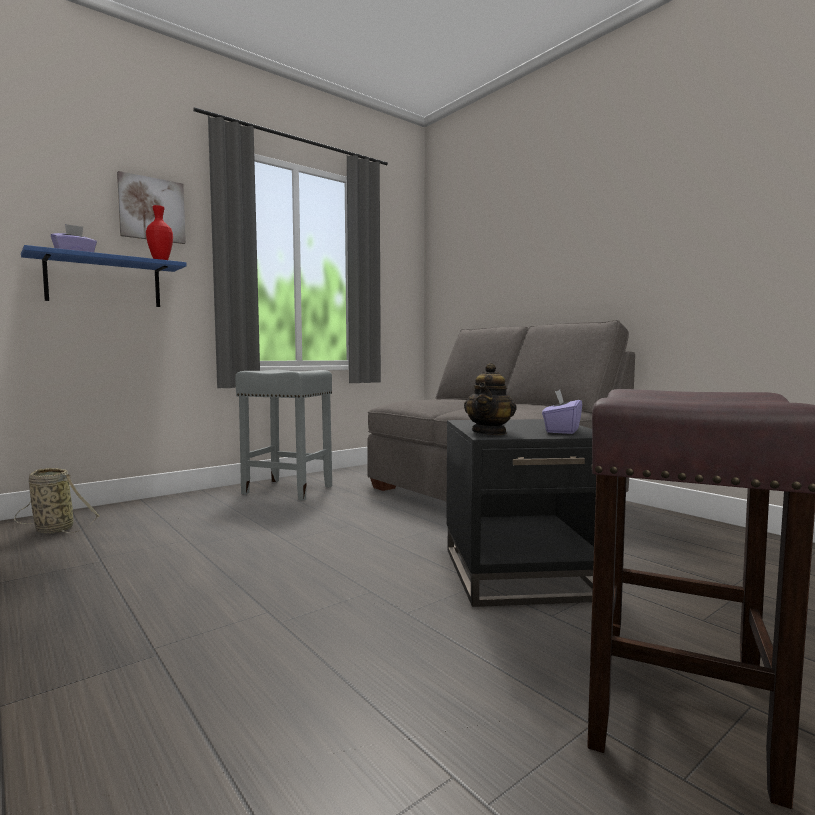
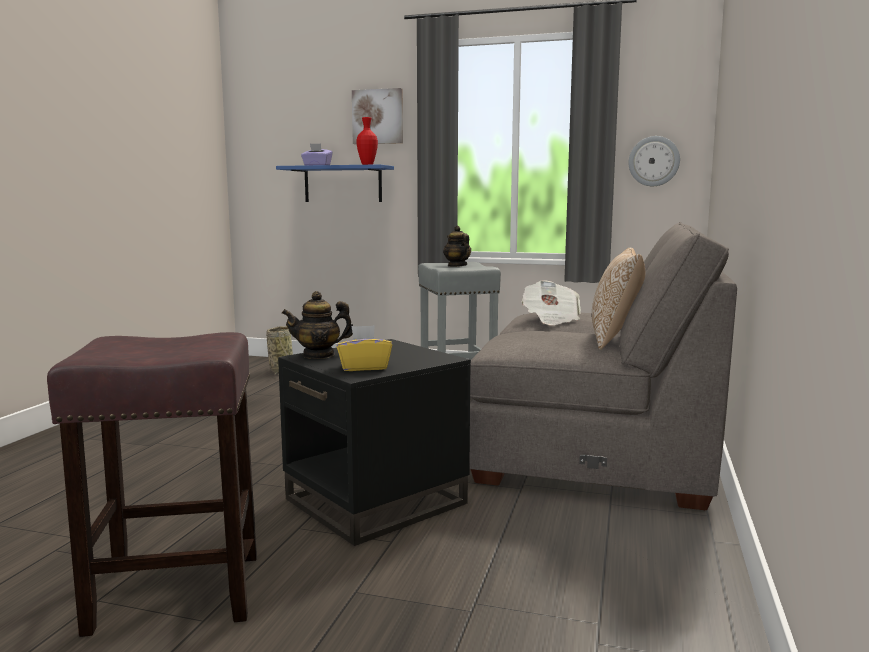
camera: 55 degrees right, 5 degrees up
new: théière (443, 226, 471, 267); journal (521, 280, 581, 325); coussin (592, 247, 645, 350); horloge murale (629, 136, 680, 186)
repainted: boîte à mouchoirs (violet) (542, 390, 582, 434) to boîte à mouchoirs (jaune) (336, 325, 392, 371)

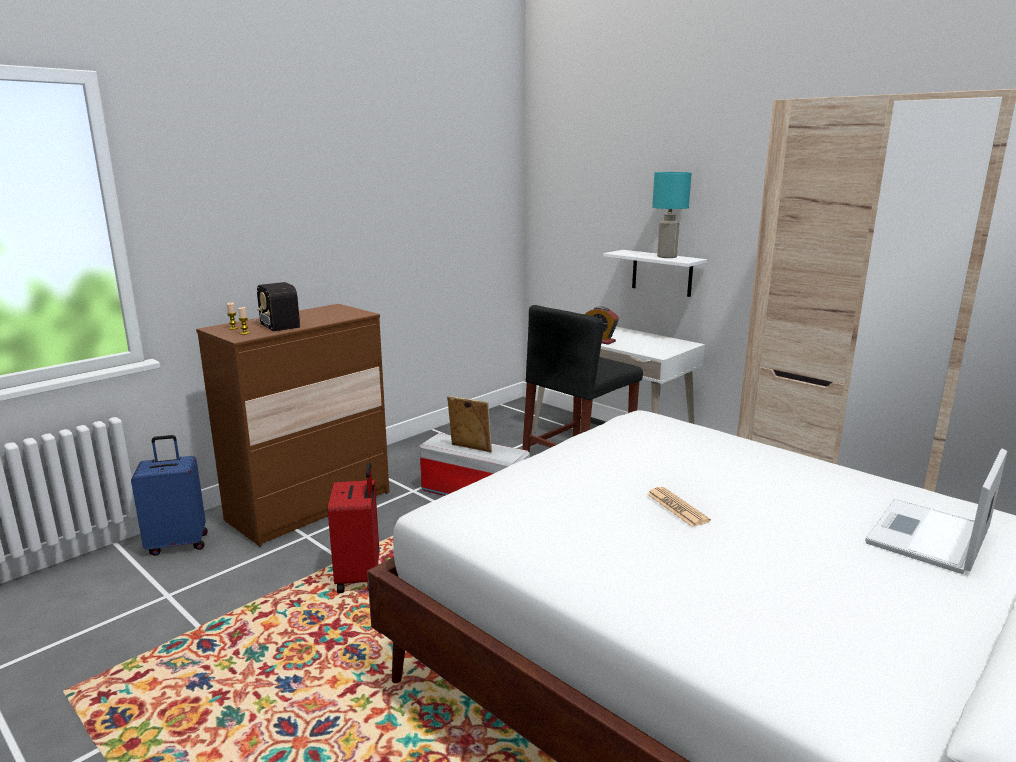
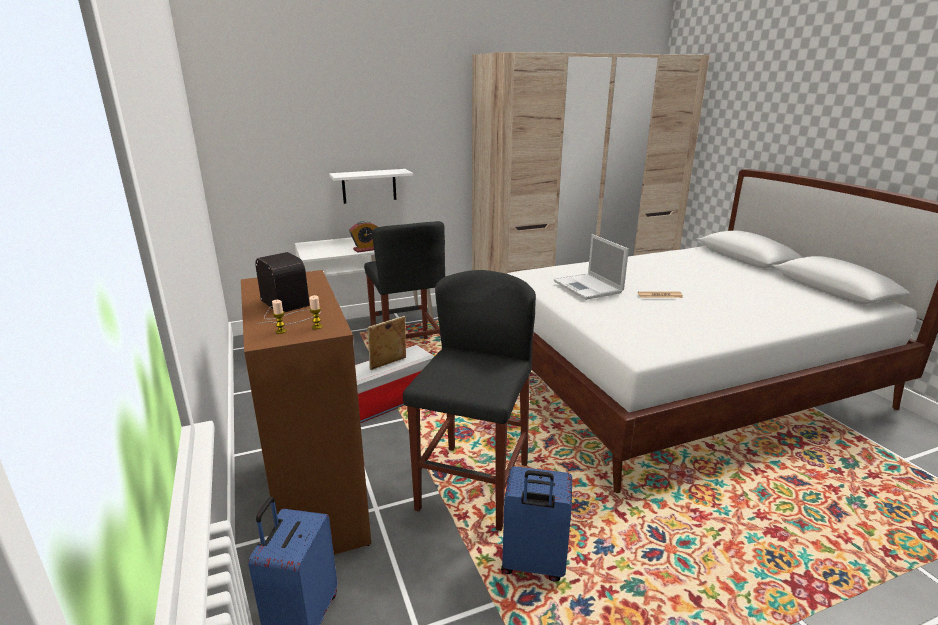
camera: 65 degrees left, 5 degrees up
gone: lampe de table (turquoise) (652, 172, 692, 258)
new: valise (bleu) (501, 466, 572, 582)
shifted: ordinateur portable (865, 449, 1007, 574) to (554, 234, 629, 300)
swapped: valise (rouge) (328, 462, 379, 593) to tabouret (noir) (403, 270, 536, 531)
rotated: radio (255, 282, 302, 331) = (255, 252, 321, 325) 120 degrees counterclockwise

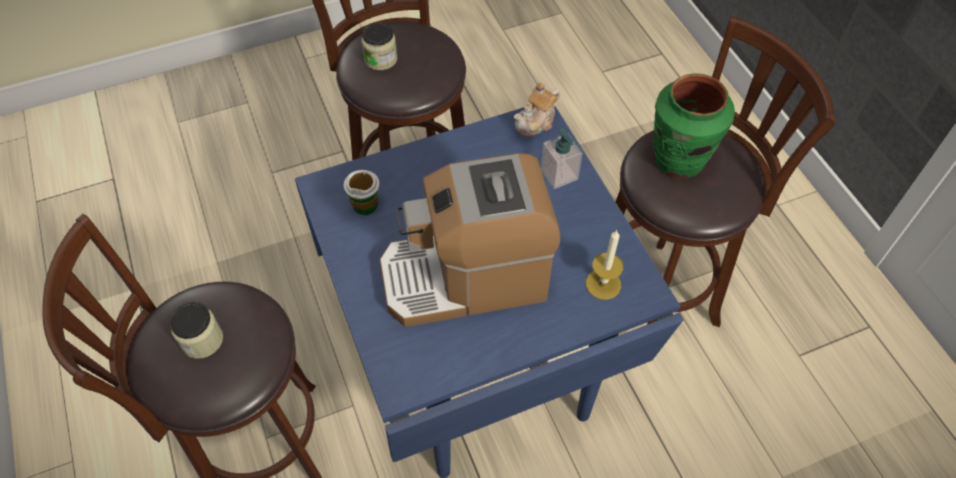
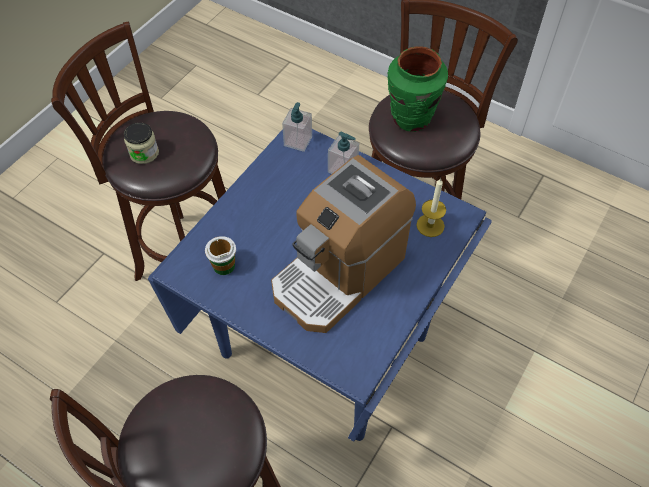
camera: 35 degrees left, 0 degrees up
gone: bocal (170, 302, 223, 359)
swapped: théière (514, 83, 560, 137) to distributeur de savon (282, 102, 312, 152)

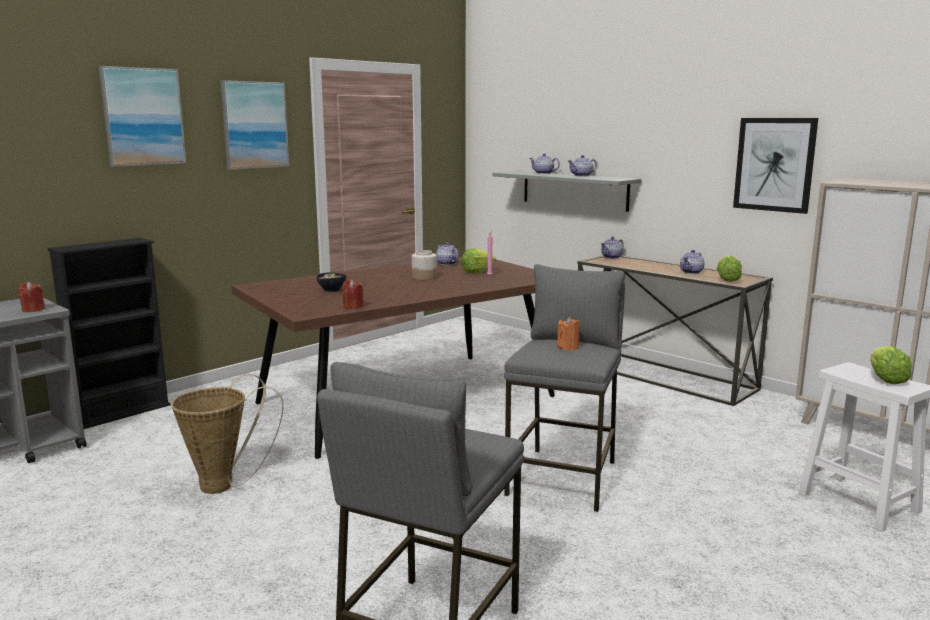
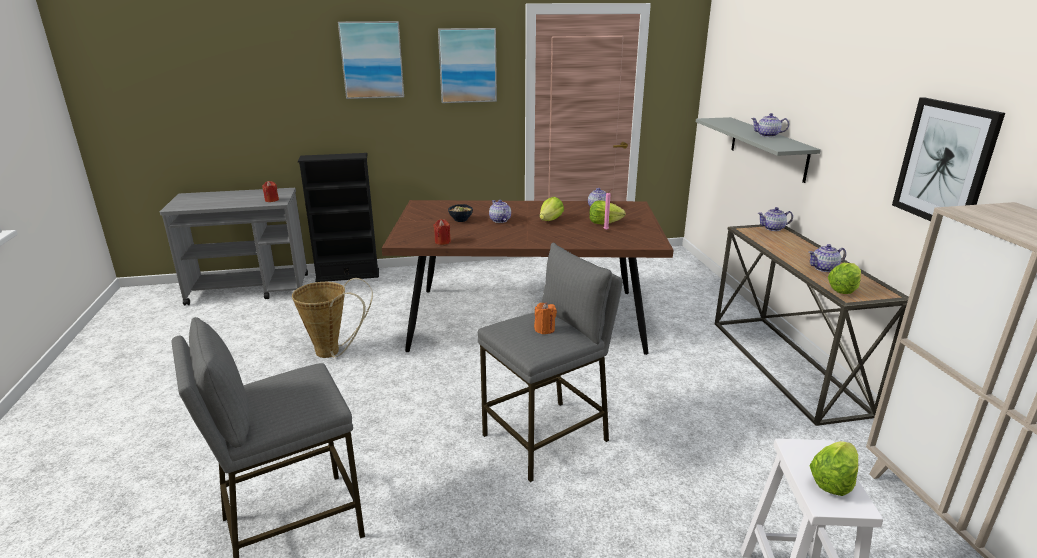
camera: 35 degrees right, 10 degrees up
shifted: théière (529, 154, 560, 174) to (489, 200, 511, 223)
swapped: bocal (412, 250, 437, 280) to laitue (540, 197, 564, 221)

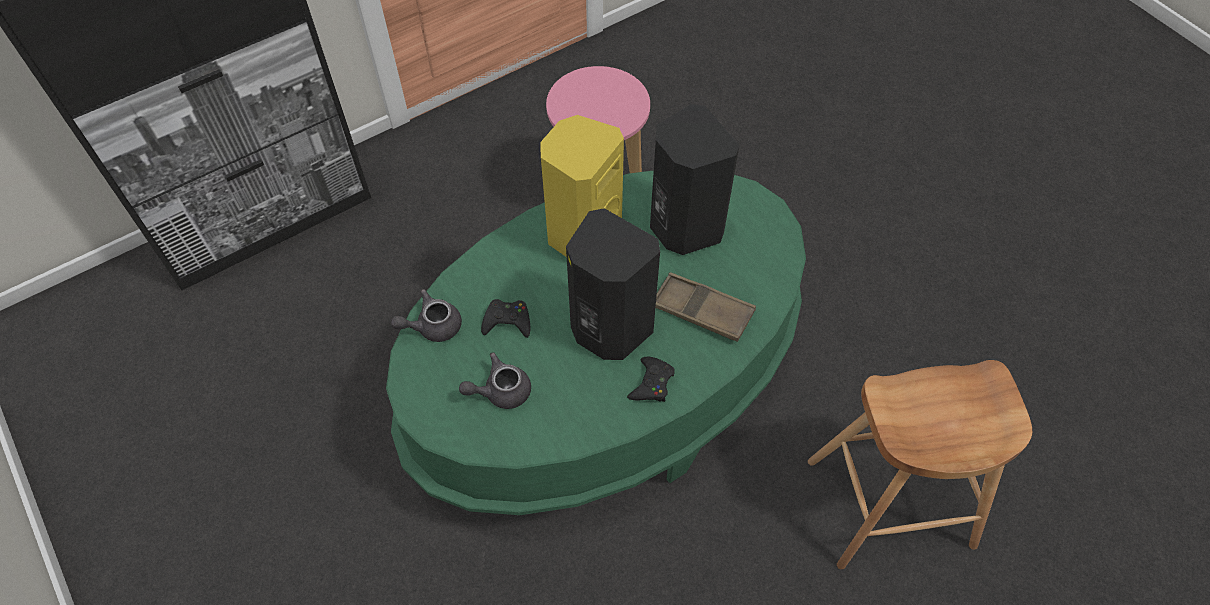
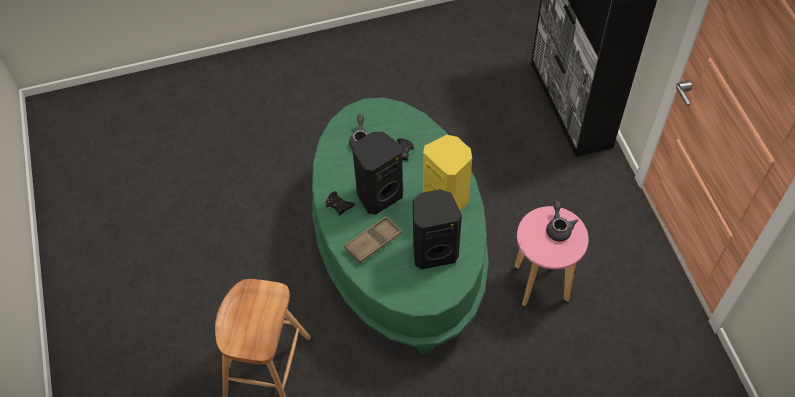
camera: 110 degrees right, 0 degrees up
shifted: théière (gris) (391, 289, 462, 342) to (546, 201, 578, 242)

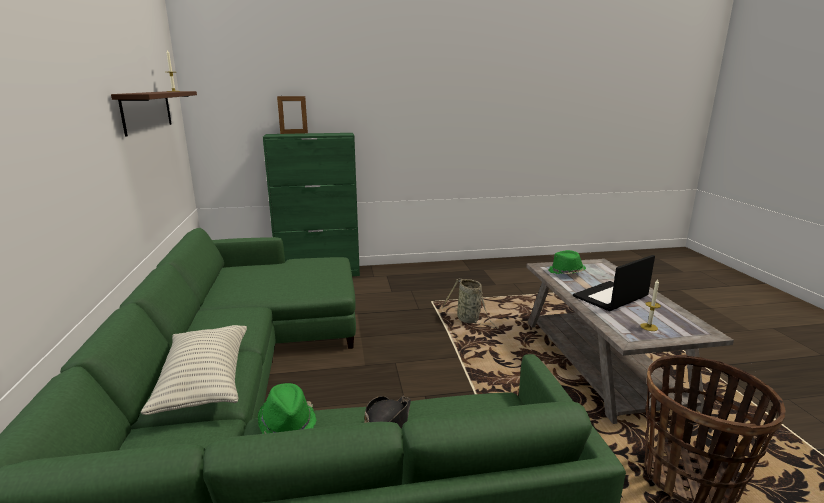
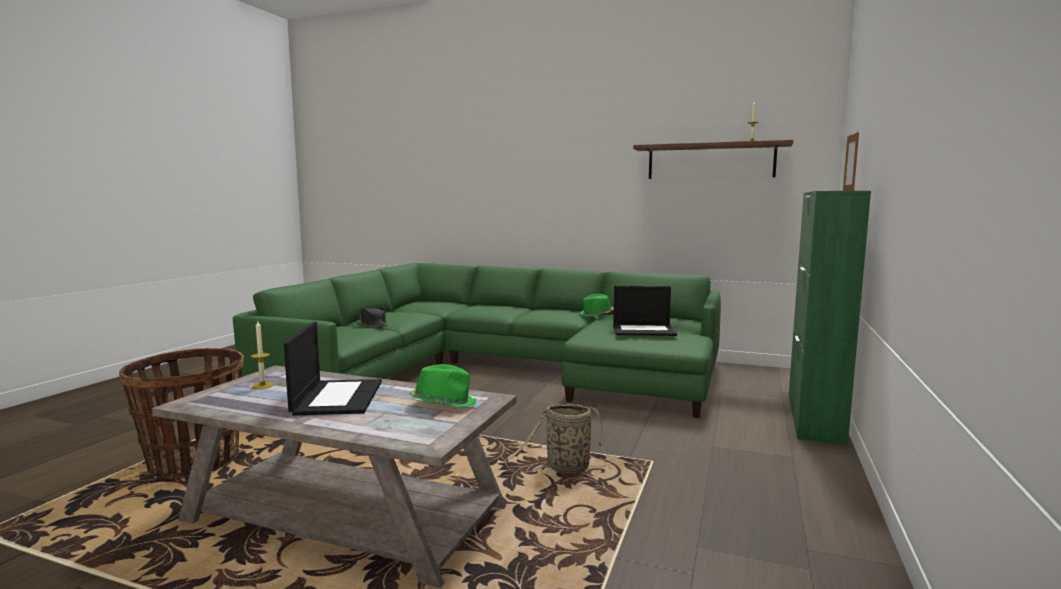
camera: 120 degrees right, 10 degrees down
gone: coussin (141, 325, 247, 415)
new: ordinateur portable (613, 286, 677, 336)
shifted: chapeau (vert) (258, 383, 317, 434) to (580, 294, 614, 316)

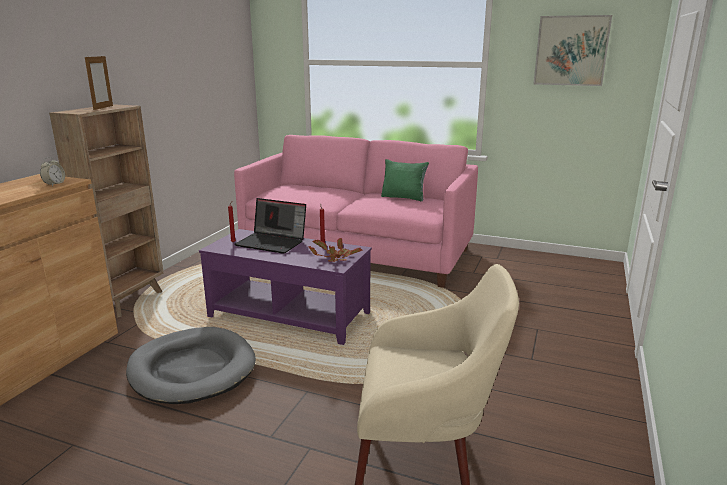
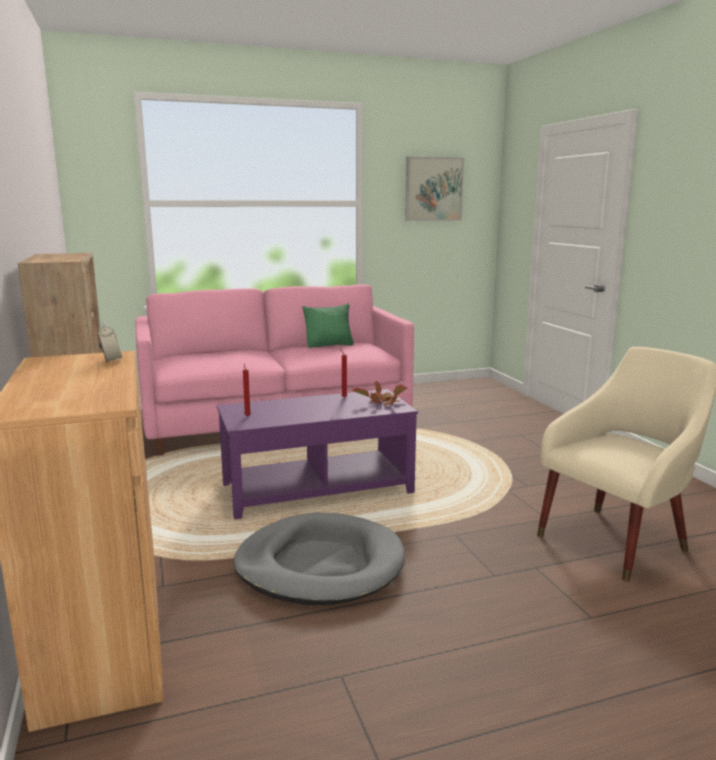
camera: 40 degrees left, 5 degrees down
gone: cadre photo (85, 54, 113, 110); ordinateur portable (234, 198, 306, 254)

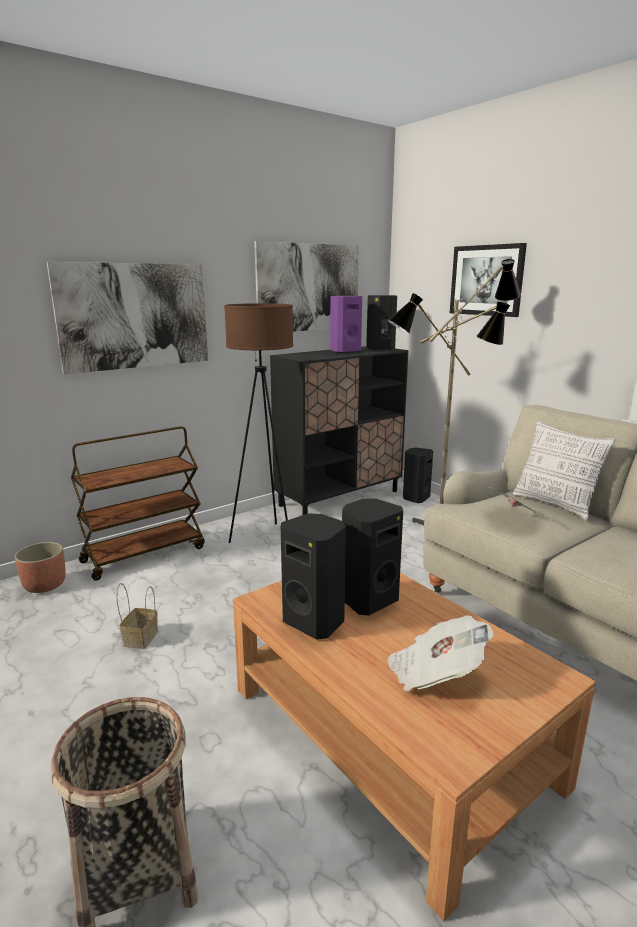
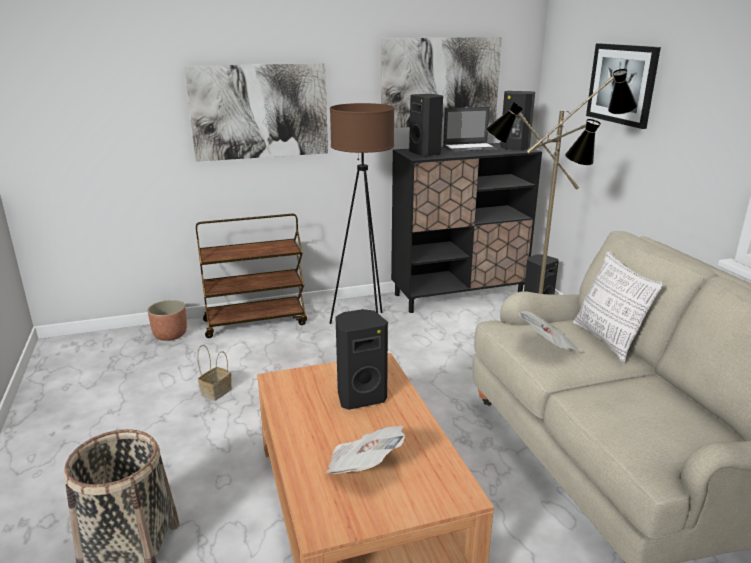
camera: 20 degrees right, 5 degrees up
shifted: enceinte (noir) (281, 513, 346, 640) to (409, 94, 443, 157)
swapped: enceinte (violet) (330, 296, 362, 353) to ordinateur portable (443, 107, 501, 154)

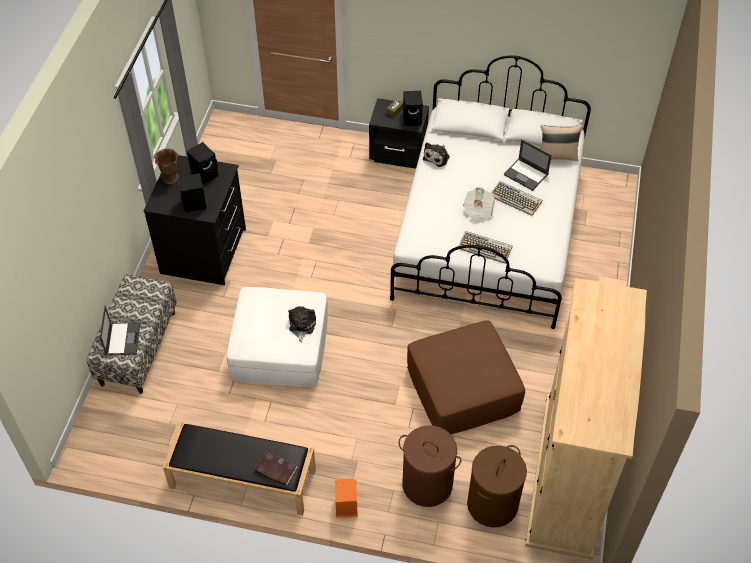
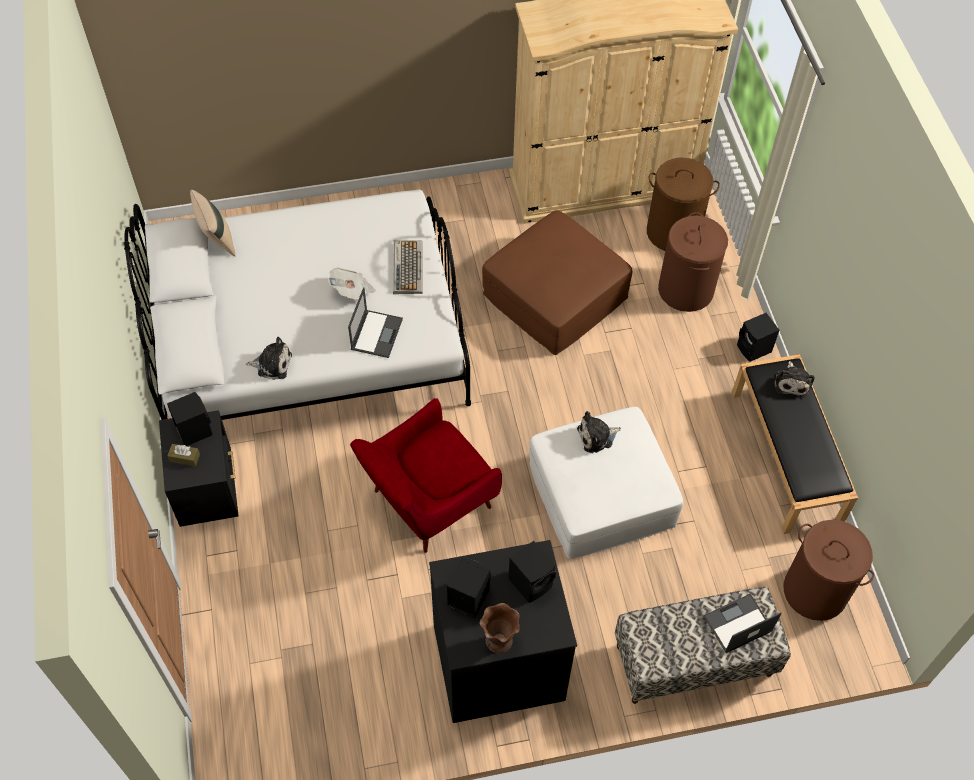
camera: 115 degrees left, 5 degrees up
gone: clavier (491, 181, 542, 216)
new: fauteuil (rouge) (350, 398, 502, 553); panier à linge (marron) (783, 520, 874, 621)
shifted: ordinateur portable (504, 140, 552, 191) to (348, 287, 403, 358)
swapped: livre (254, 452, 298, 486) to peluche (774, 361, 815, 398)
repainted: enceinte (orange) (335, 479, 358, 518) to enceinte (noir) (737, 313, 780, 362)

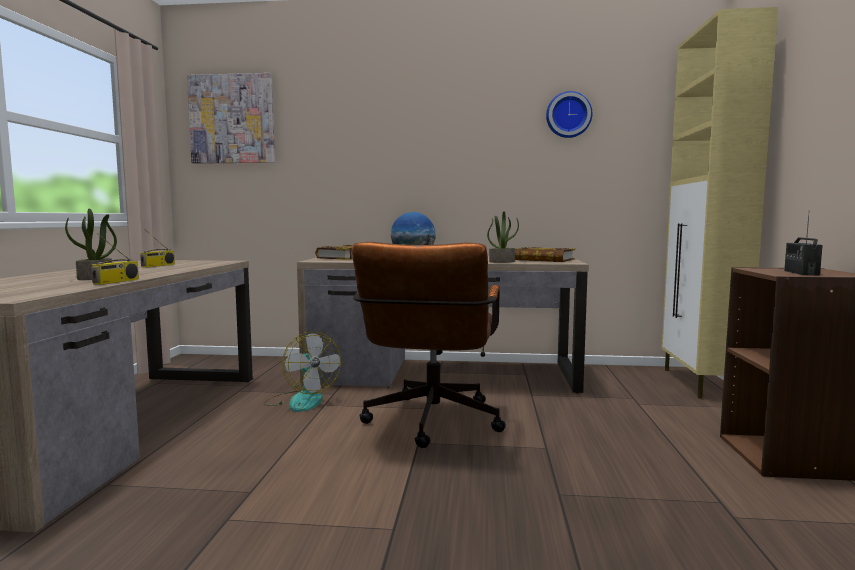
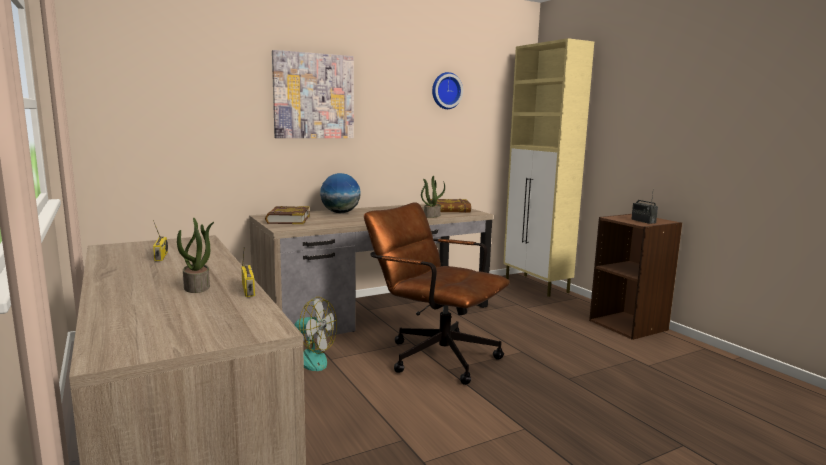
camera: 35 degrees left, 5 degrees up
shifted: tableau (187, 73, 275, 164) to (272, 50, 354, 138)
rotated: chaise de bureau (marron) (352, 242, 506, 448) = (364, 202, 510, 385) 150 degrees clockwise

